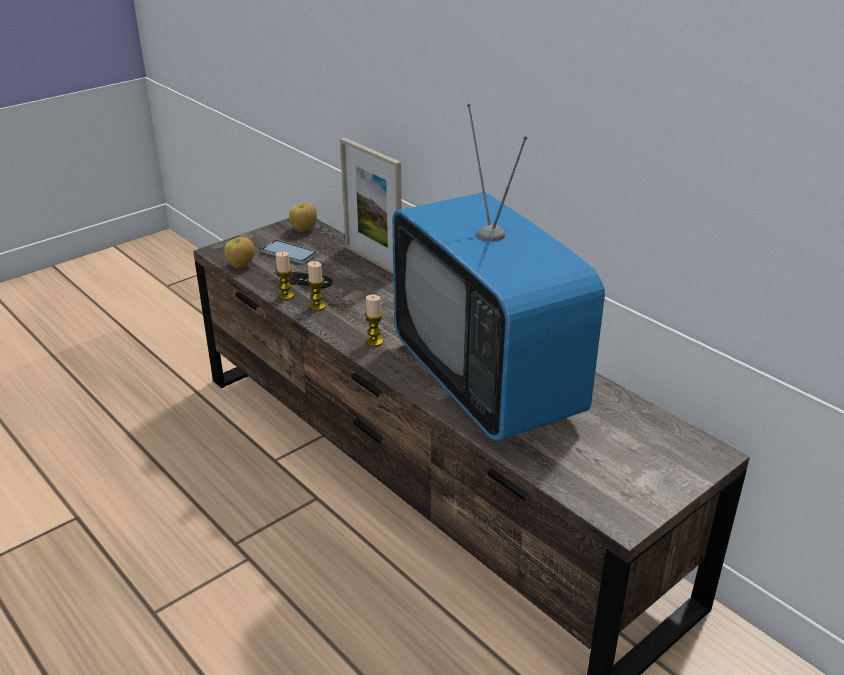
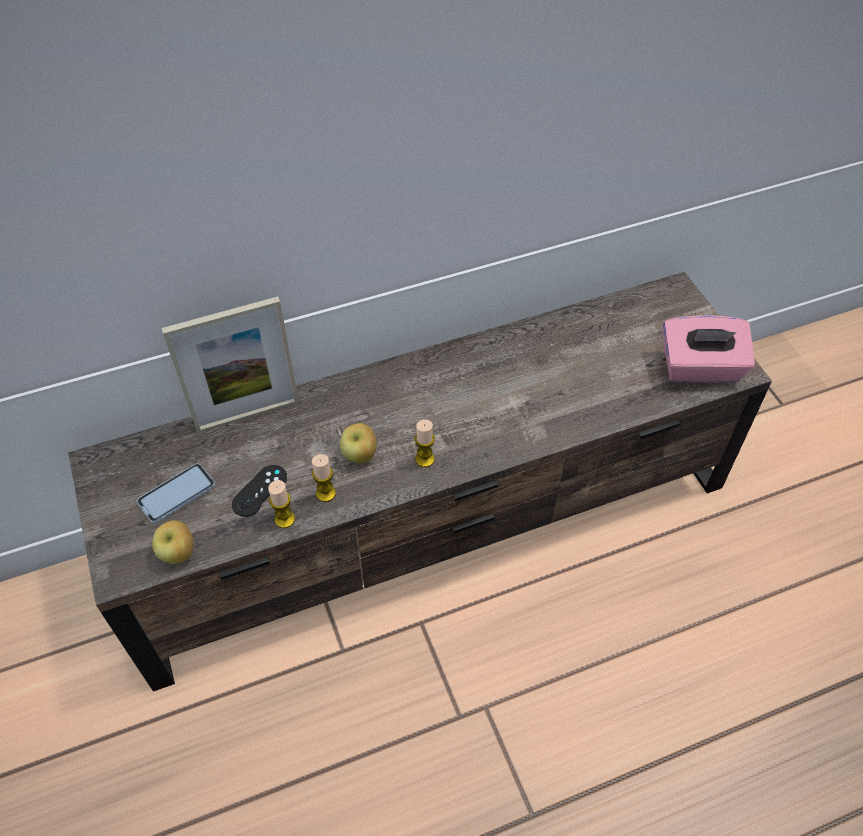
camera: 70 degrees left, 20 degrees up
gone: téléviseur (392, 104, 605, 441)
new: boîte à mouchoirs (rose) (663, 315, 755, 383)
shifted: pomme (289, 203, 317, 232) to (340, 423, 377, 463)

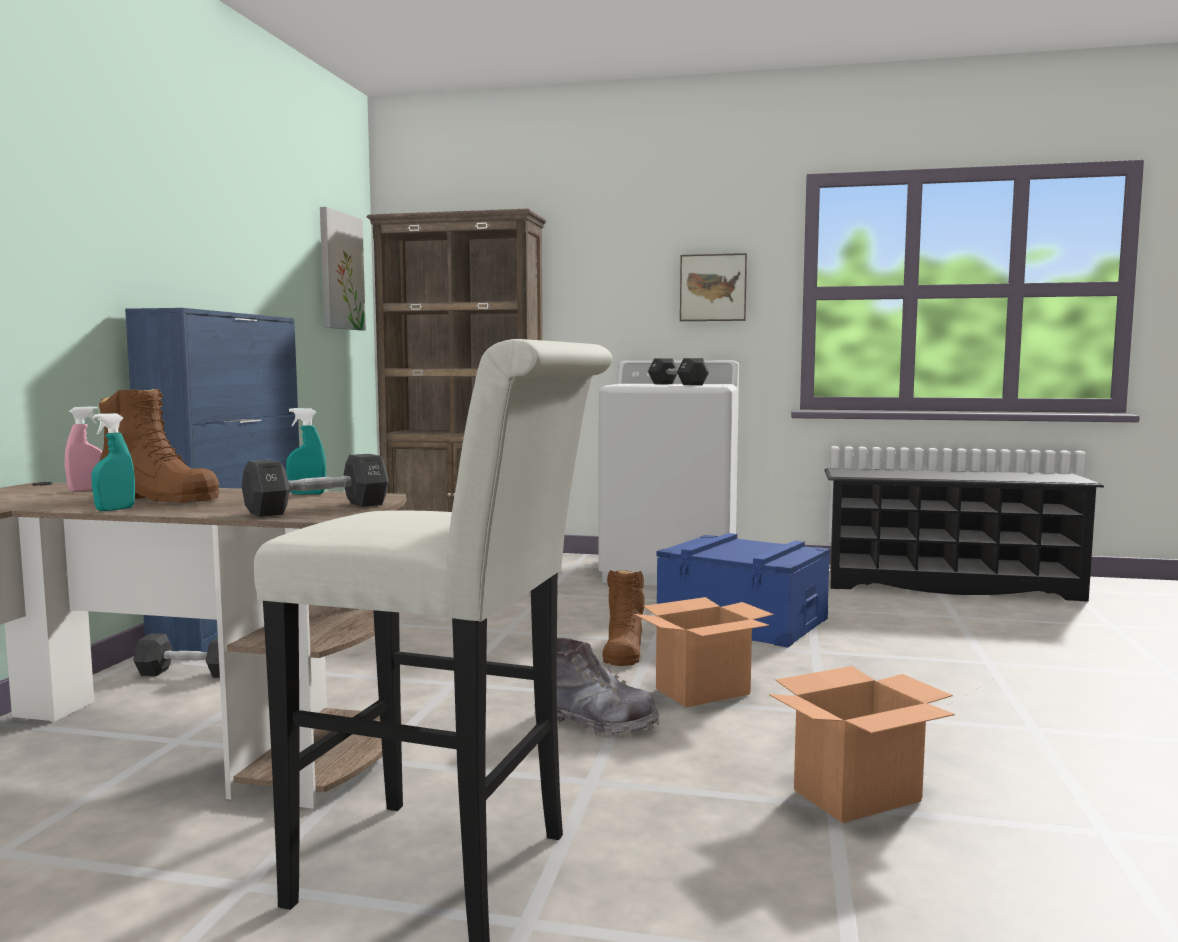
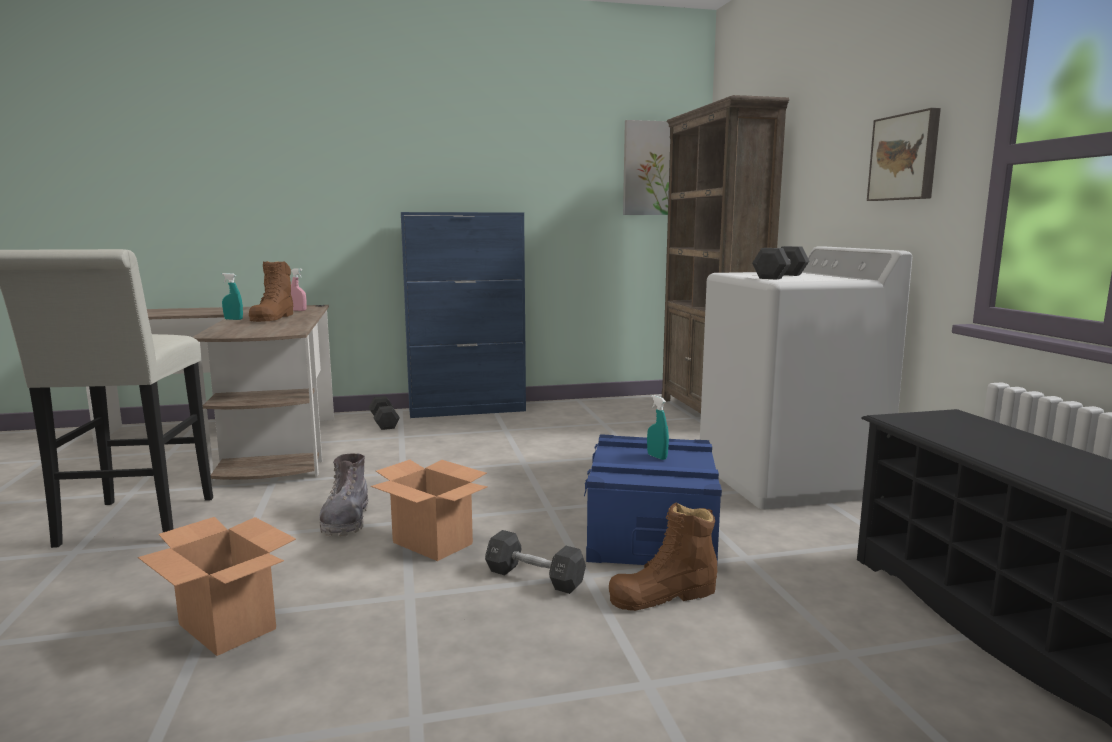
camera: 65 degrees right, 5 degrees up
shifted: haltère (noir) (242, 454, 389, 517) to (485, 530, 586, 594); vaporisateur (turquoise) (286, 408, 326, 495) to (647, 395, 669, 460); botte (marron) (602, 570, 645, 666) to (609, 502, 717, 611)

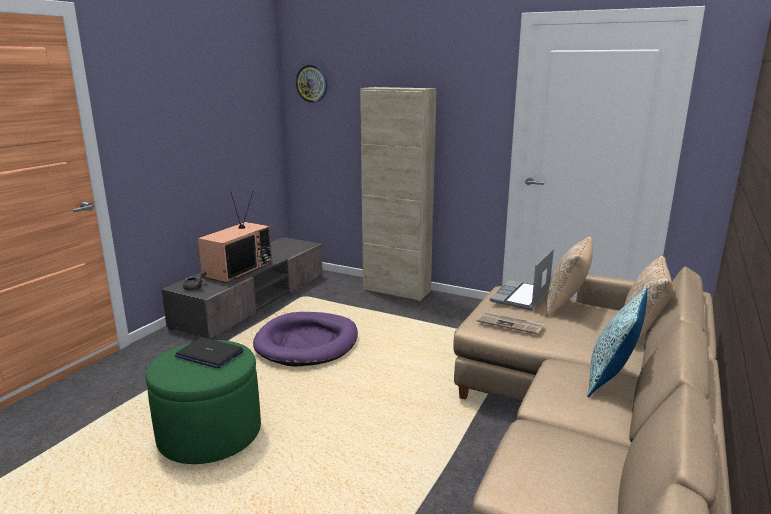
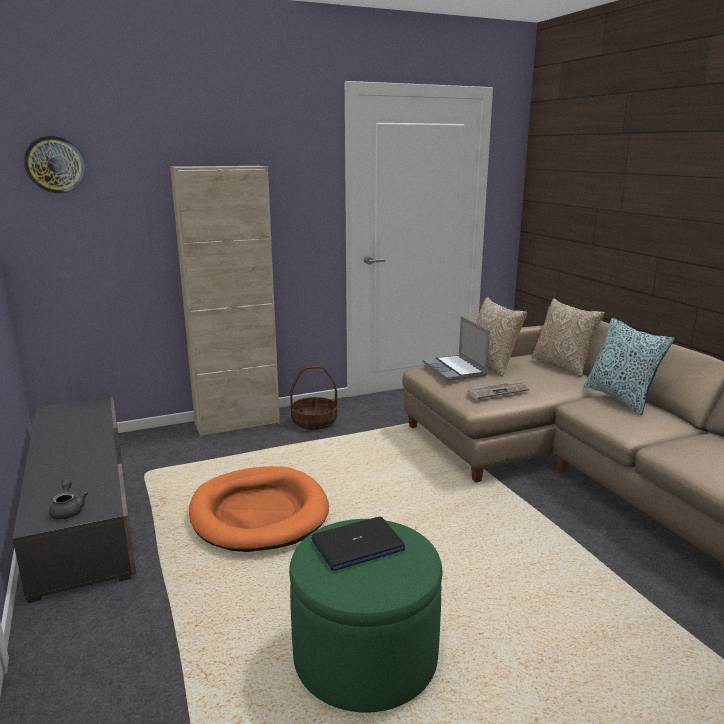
camera: 50 degrees left, 0 degrees up
gone: téléviseur (198, 190, 272, 283)
new: panier (290, 364, 337, 430)
repainted: panier pour chien (violet) (253, 312, 358, 367) to panier pour chien (orange) (189, 466, 329, 552)

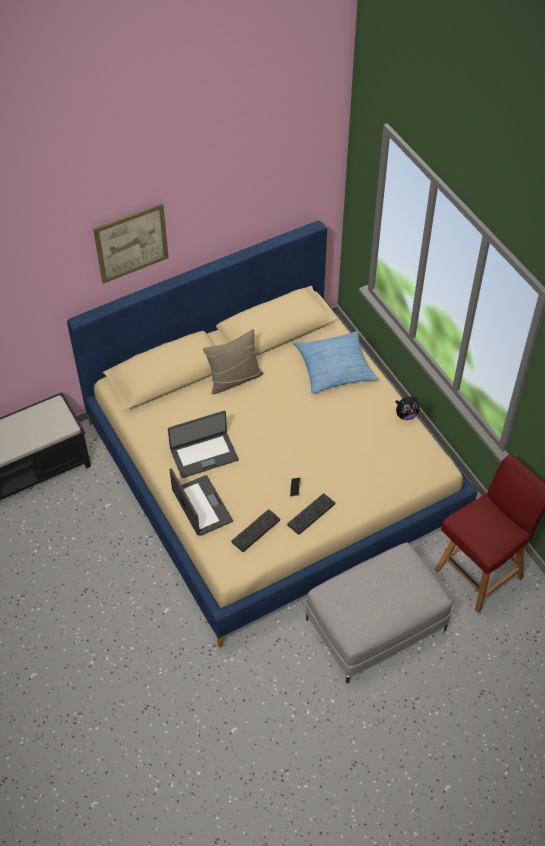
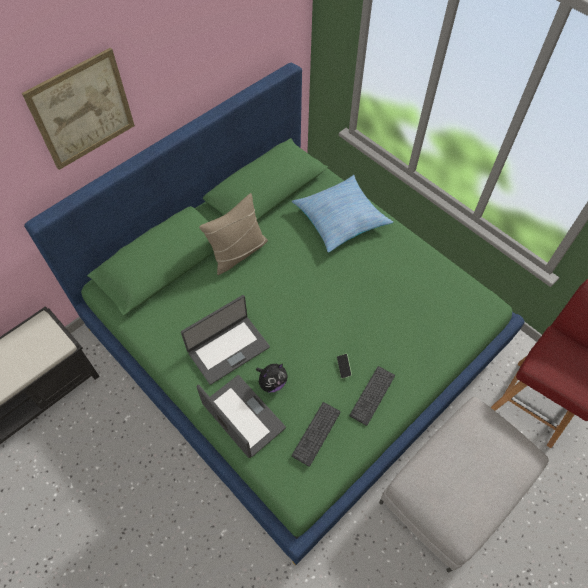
camera: 15 degrees left, 5 degrees up
shifted: peluche (395, 396, 420, 420) to (256, 364, 288, 393)
repainted: lit (beige) (67, 220, 478, 648) to lit (vert) (24, 62, 525, 565)

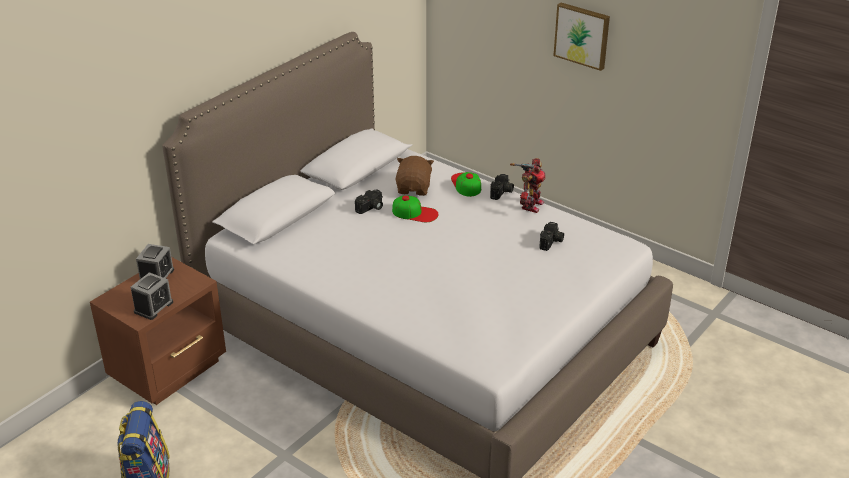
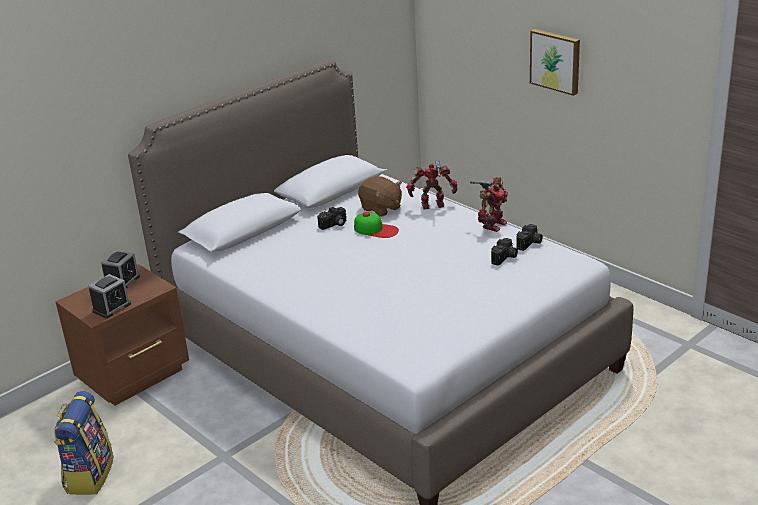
camera: 10 degrees right, 5 degrees down
shifted: appareil photo (490, 174, 514, 200) to (516, 224, 543, 251)
swapped: casquette (451, 172, 481, 197) to robot jouet (406, 161, 457, 209)
rotated: peluche (marron) (396, 156, 434, 196) = (358, 176, 402, 217) 120 degrees clockwise

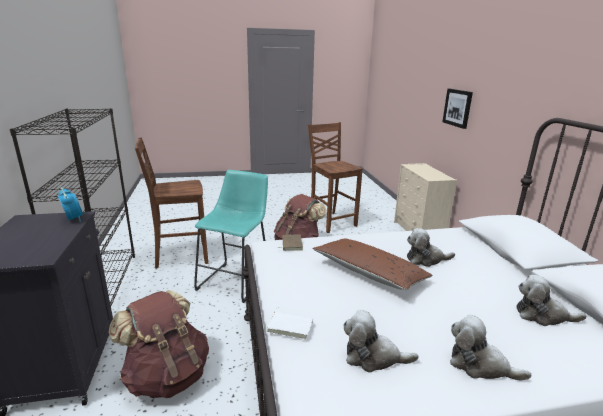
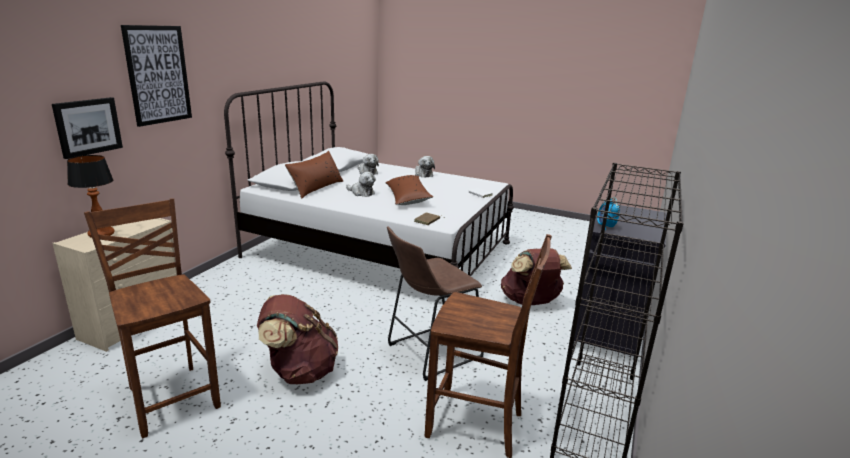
camera: 145 degrees left, 0 degrees up
gone: peluche (343, 310, 419, 372)
new: lampe de table (67, 155, 115, 238); tableau (121, 25, 192, 127); coussin (marron) (285, 151, 343, 199)
repainted: tabouret (turquoise) (194, 170, 268, 303) to tabouret (marron) (387, 226, 484, 381)
rotated: chaise (marron) (308, 122, 363, 233) = (84, 198, 221, 438) 135 degrees clockwise

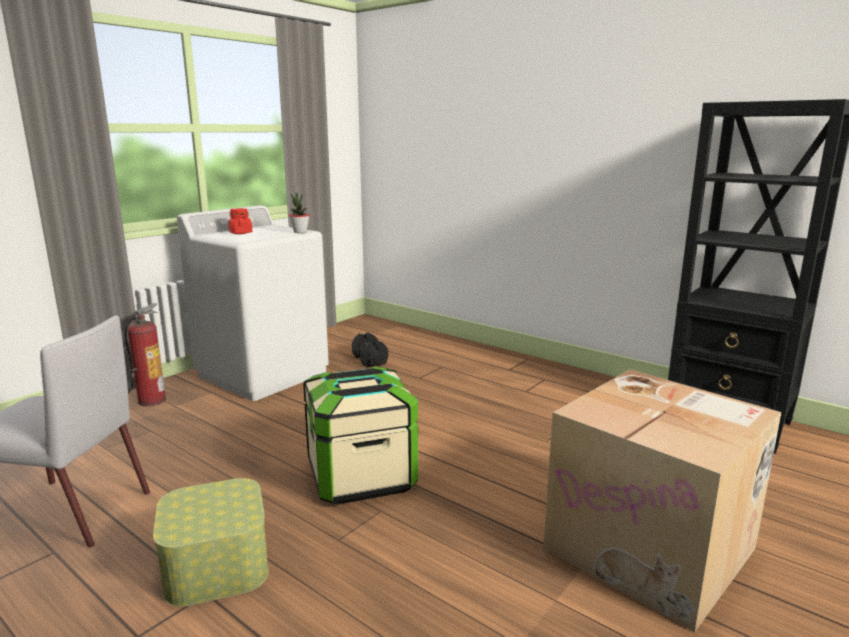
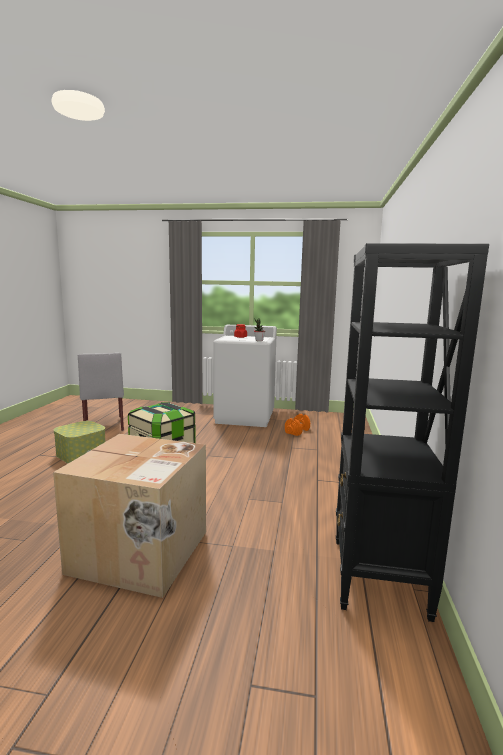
camera: 60 degrees right, 5 degrees down
gone: extincteur (125, 303, 166, 406)
repainted: haltère (noir) (352, 332, 388, 367) to haltère (orange) (285, 414, 310, 436)

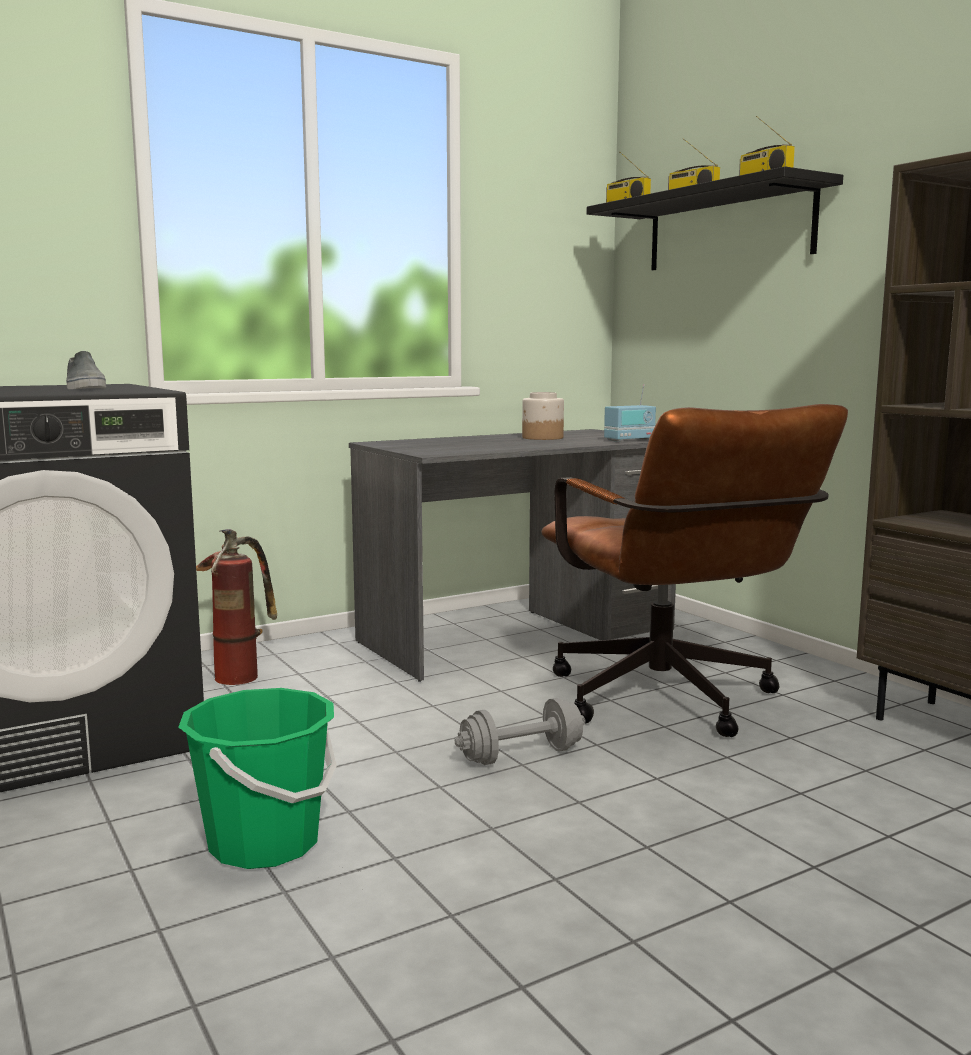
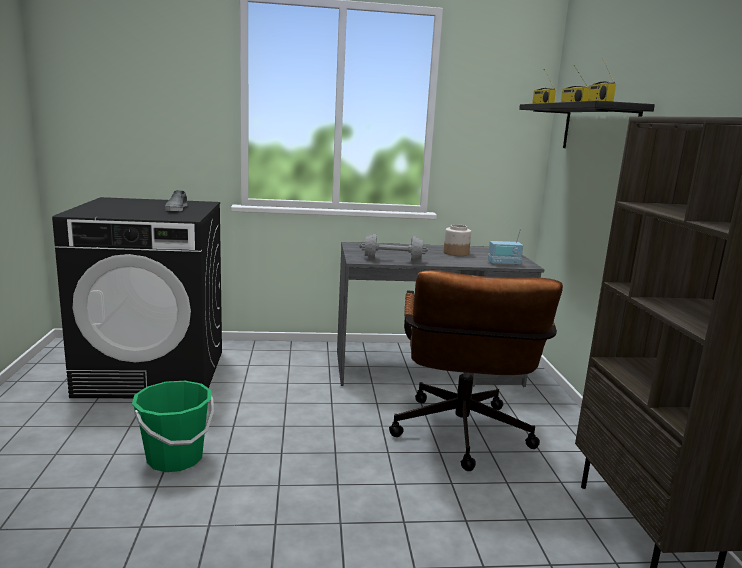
camera: 25 degrees right, 5 degrees up
gone: extincteur (196, 529, 277, 685)
shifted: haltère (gris) (454, 698, 585, 765) to (359, 234, 428, 262)

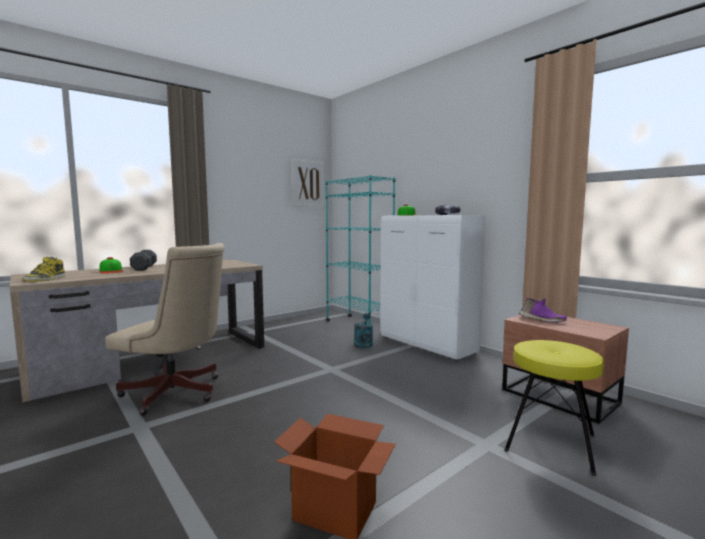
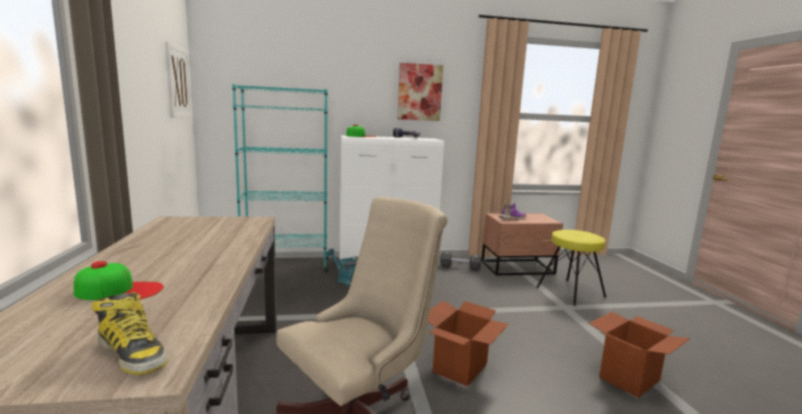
camera: 60 degrees left, 5 degrees up
new: tableau (398, 63, 443, 121); carton (428, 300, 509, 387)
shifted: haltère (noir) (130, 250, 157, 271) to (440, 251, 481, 271)

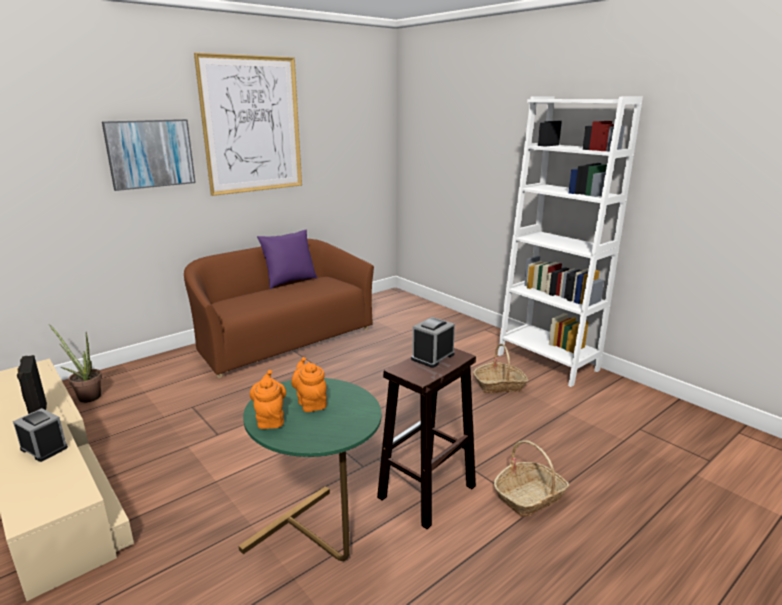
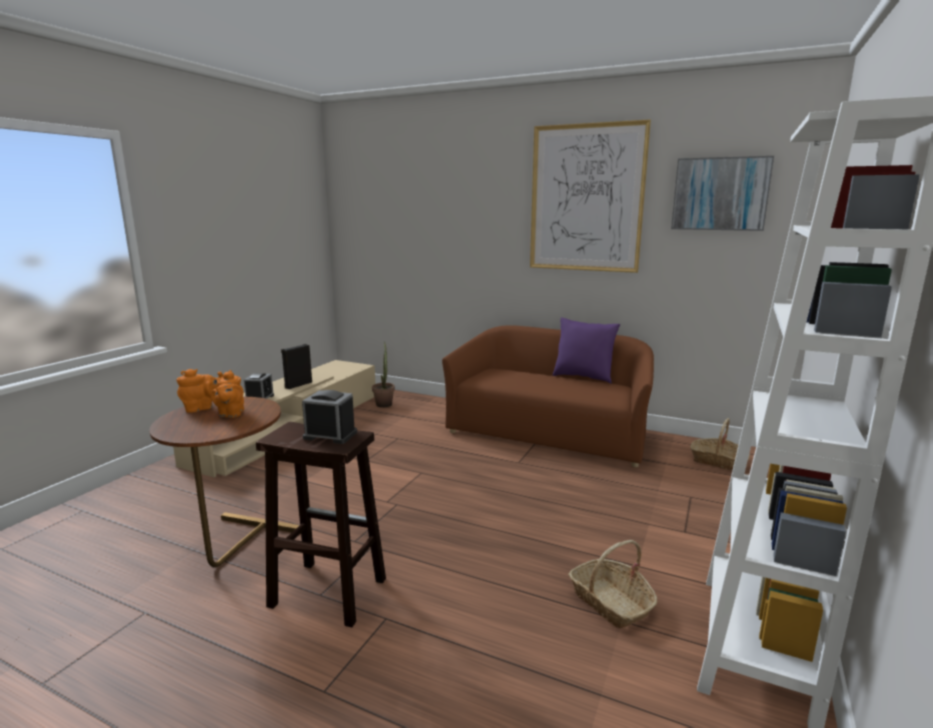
camera: 65 degrees right, 5 degrees down
shifted: tableau (102, 119, 196, 191) to (671, 156, 774, 231); panier (494, 440, 570, 517) to (690, 418, 750, 471)
repainted: table d'appoint (vert) (239, 378, 381, 561) to table d'appoint (marron) (149, 397, 301, 567)
rotated: théière (orange) (291, 357, 327, 412) = (211, 370, 244, 418) 135 degrees clockwise

